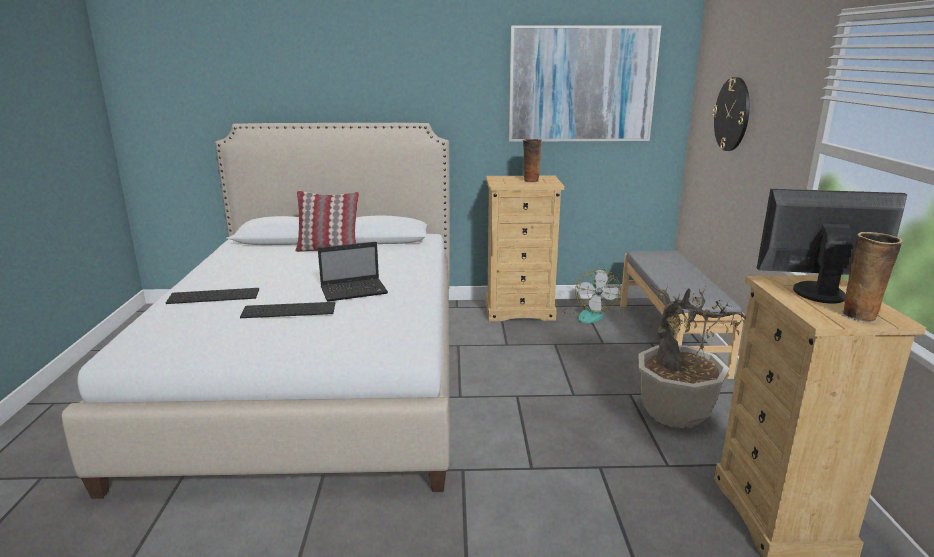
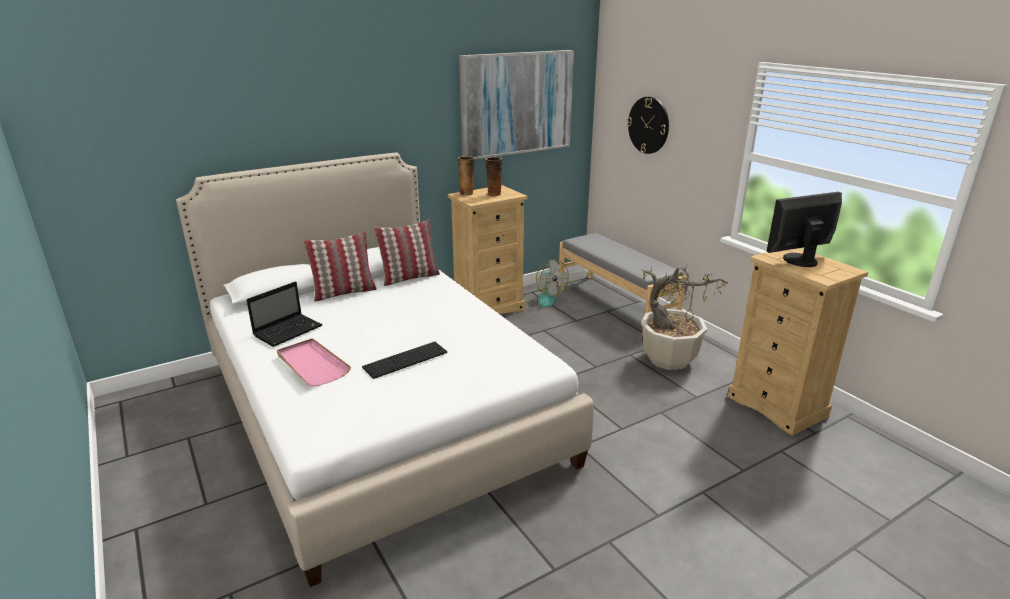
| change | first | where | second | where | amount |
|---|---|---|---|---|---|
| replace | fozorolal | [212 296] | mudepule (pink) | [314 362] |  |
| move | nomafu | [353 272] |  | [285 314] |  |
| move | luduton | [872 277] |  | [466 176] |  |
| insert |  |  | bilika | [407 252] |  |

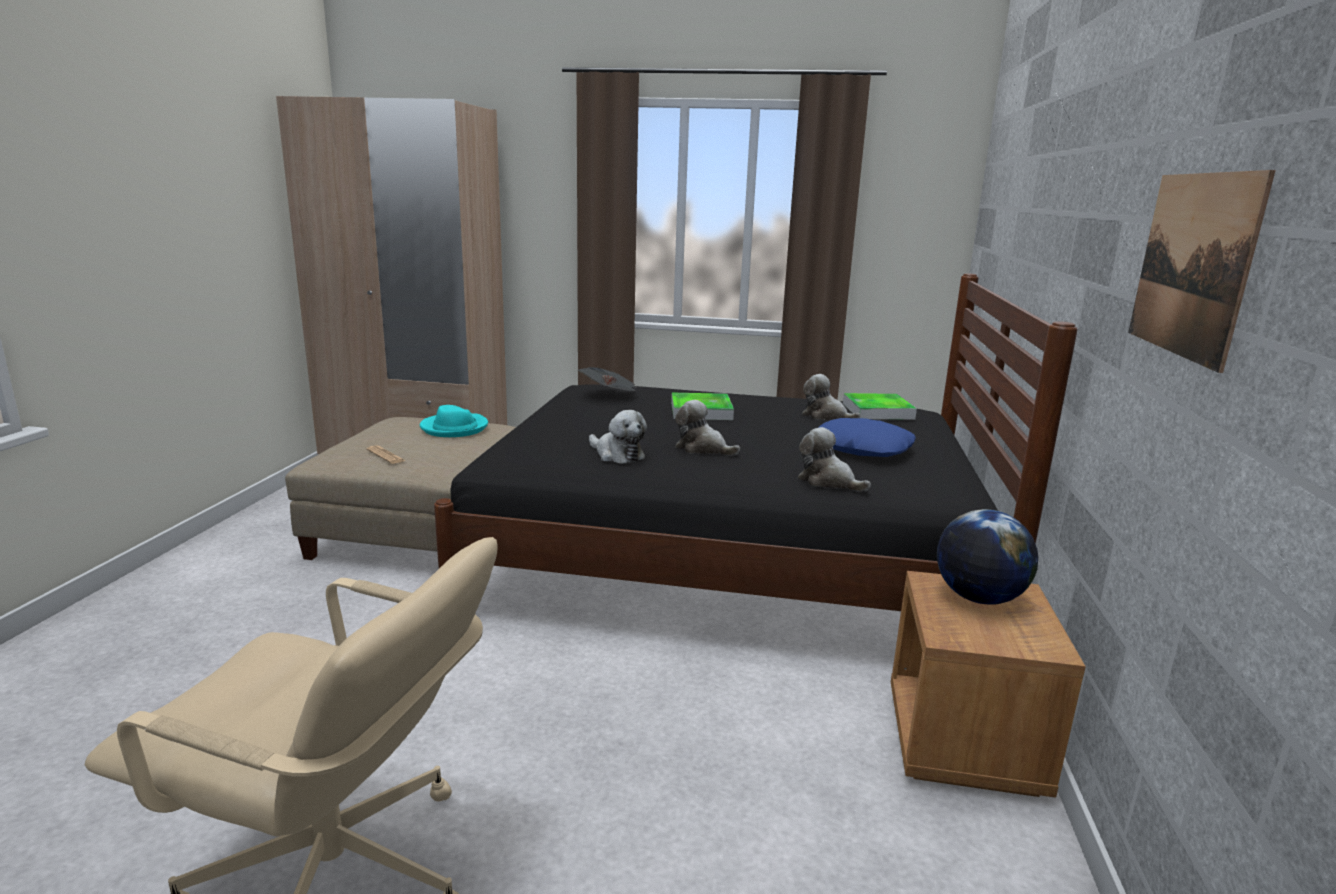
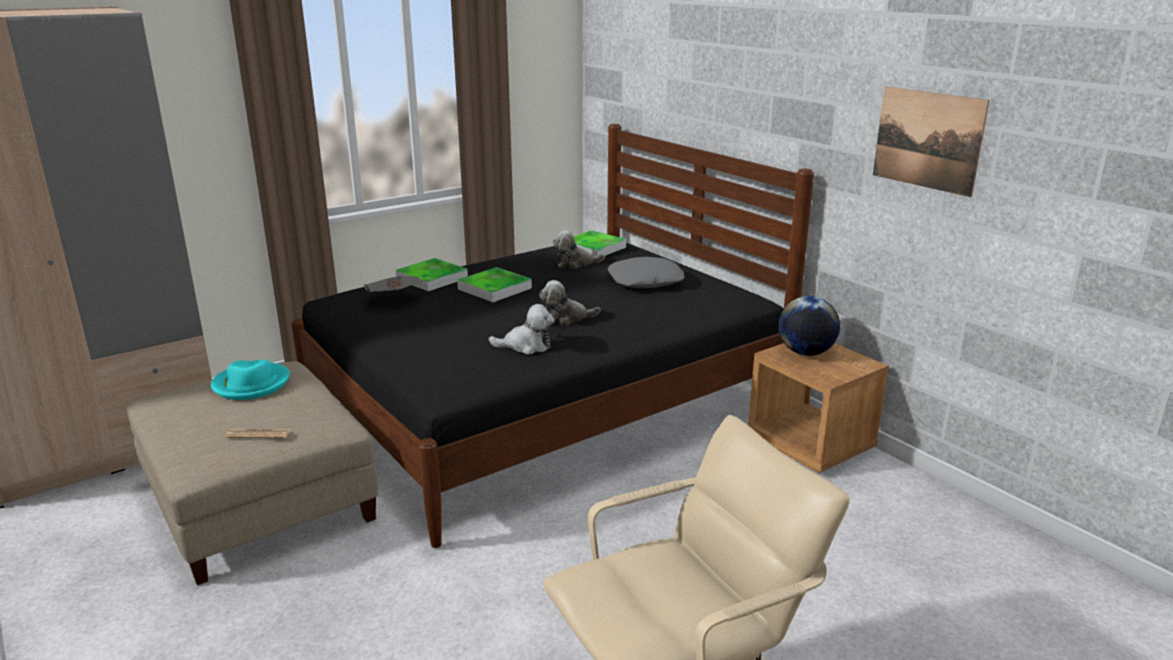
| change | first | where | second | where | amount |
|---|---|---|---|---|---|
| delete | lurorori | [834 459] |  |  |  |
| recolor | bilika (blue) | [867 437] | bilika (grey) | [646 272] |  |
| insert |  |  | mudepule | [431 274] |  |

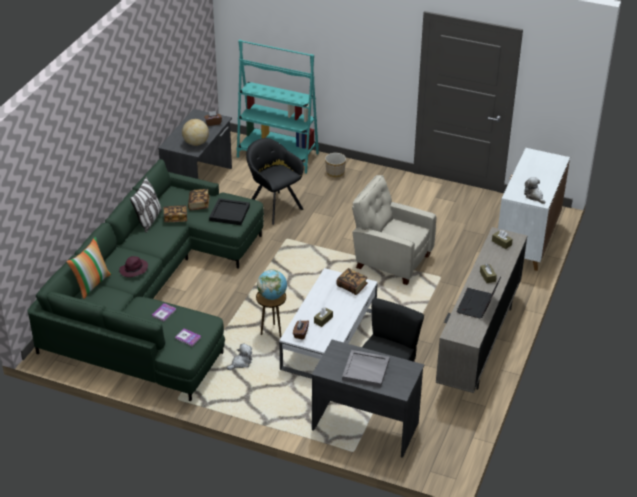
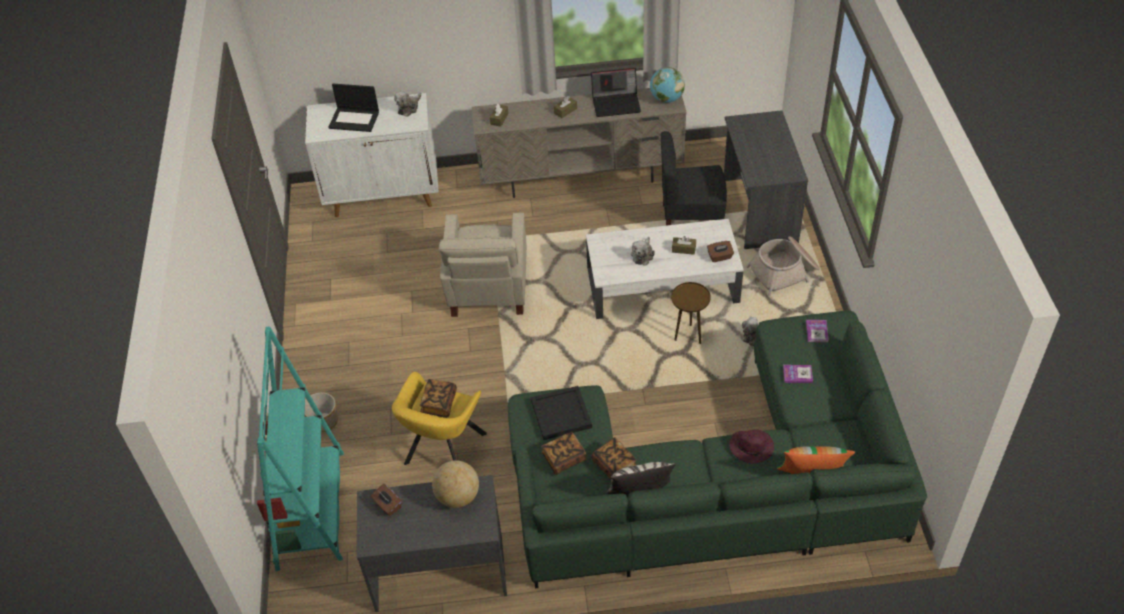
| change | first | where | second | where | amount |
|---|---|---|---|---|---|
| recolor | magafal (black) | [275 181] | magafal (yellow) | [439 418] |  |
| move | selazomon | [272 284] |  | [667 85] |  |
| move | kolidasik | [352 281] |  | [438 398] |  |
| delete | mudepule (grey) | [366 369] |  |  |  |
| insert |  |  | nomafu | [353 107] |  |
| insert |  |  | lurorori | [643 251] |  |
| insert |  |  | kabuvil | [783 266] |  |

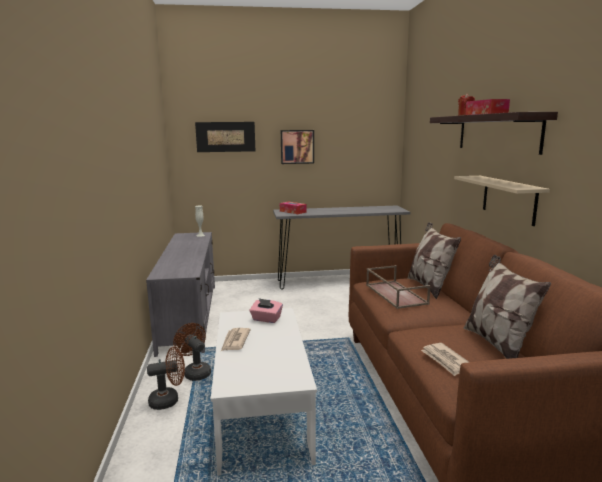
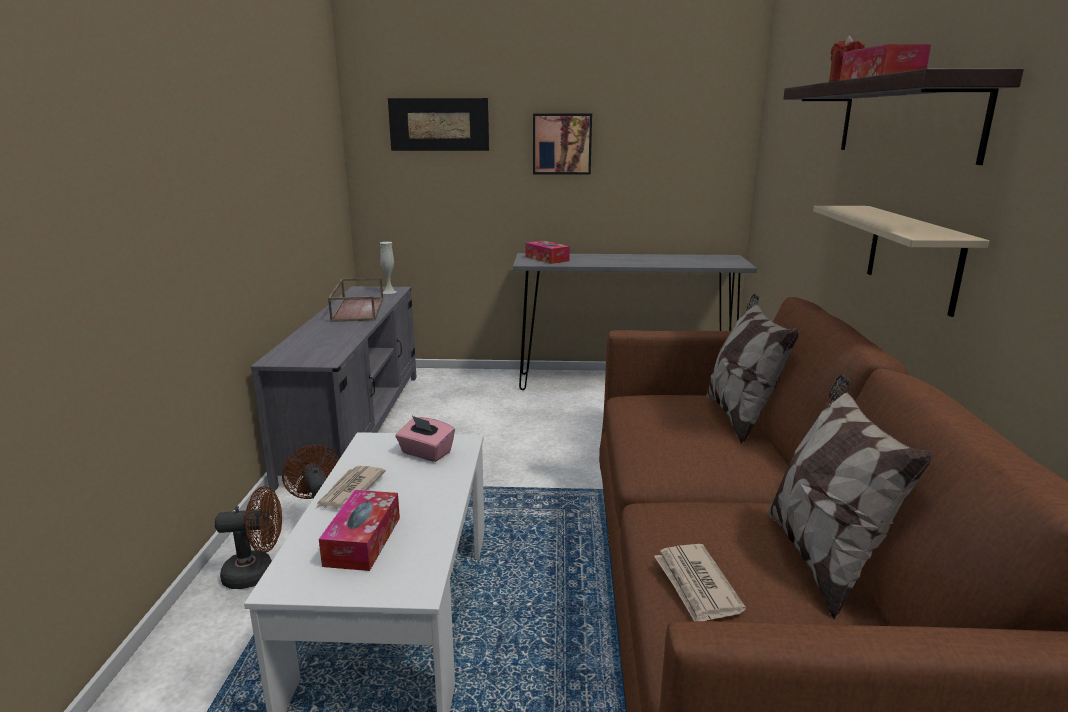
| change | first | where | second | where | amount |
|---|---|---|---|---|---|
| move | mudepule (brown) | [398 287] |  | [355 300] |  |
| insert |  |  | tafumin | [359 530] |  |

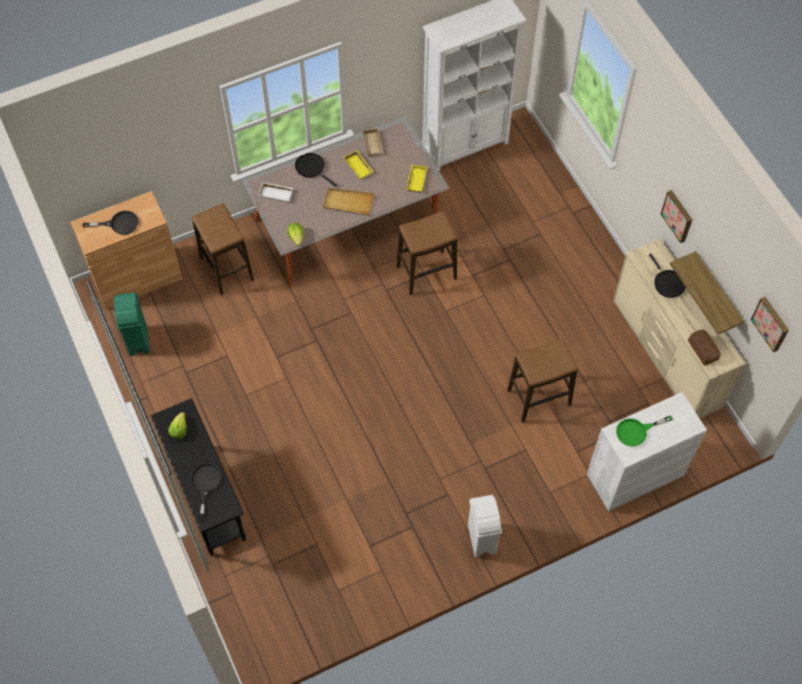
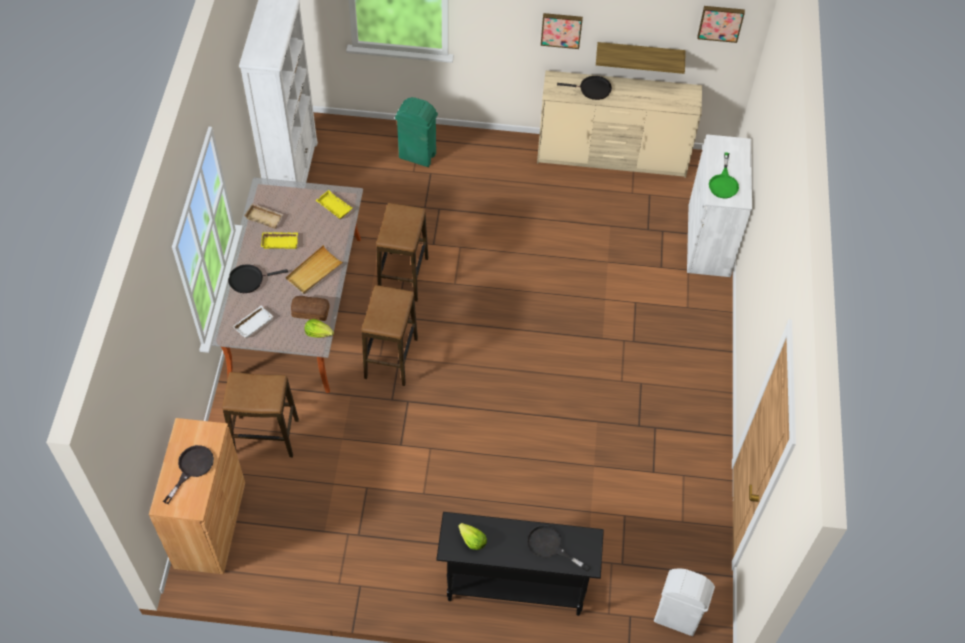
| change | first | where | second | where | amount |
|---|---|---|---|---|---|
| move | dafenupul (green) | [132 324] |  | [416 132] |  |
| move | dafenupul (white) | [485 526] |  | [684 602] |  |
| move | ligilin | [542 381] |  | [389 335] |  |
| move | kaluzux | [704 348] |  | [310 308] |  |

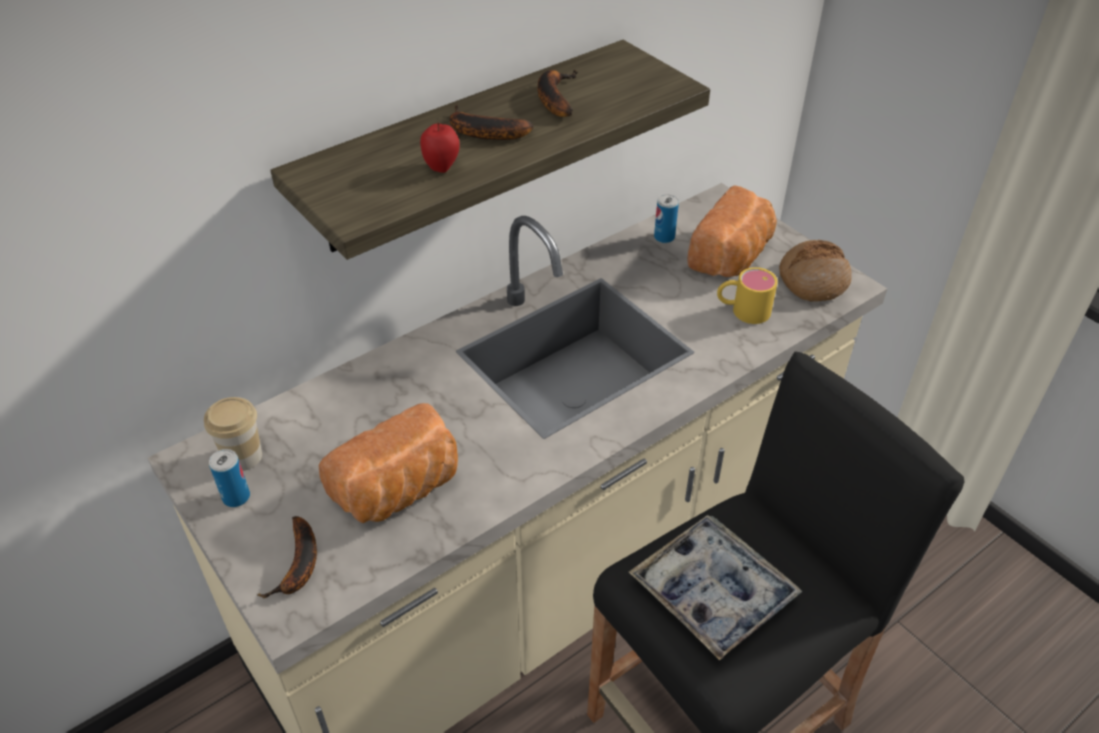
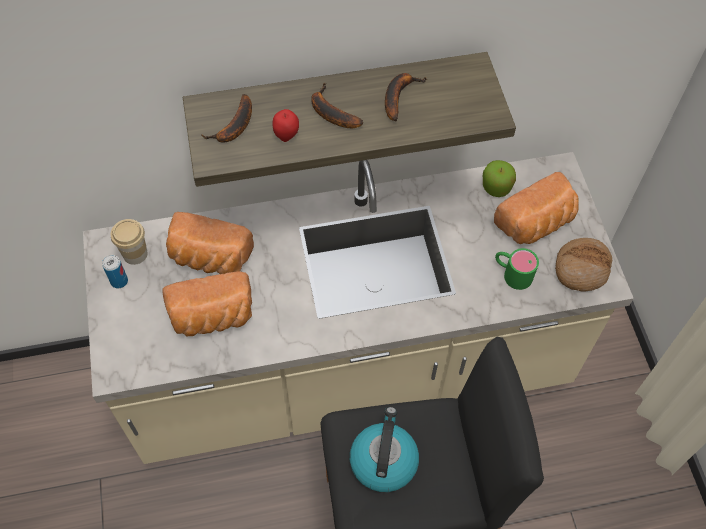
| change | first | where | second | where | amount |
|---|---|---|---|---|---|
| move | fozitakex | [287 557] |  | [226 118] |  |
| replace | mudepule | [715 588] | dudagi | [384 449] |  |
| replace | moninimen | [666 218] | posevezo | [499 178] |  |
| recolor | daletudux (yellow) | [747 295] | daletudux (green) | [517 269] |  |
| insert |  |  | kaluzux | [210 243] |  |

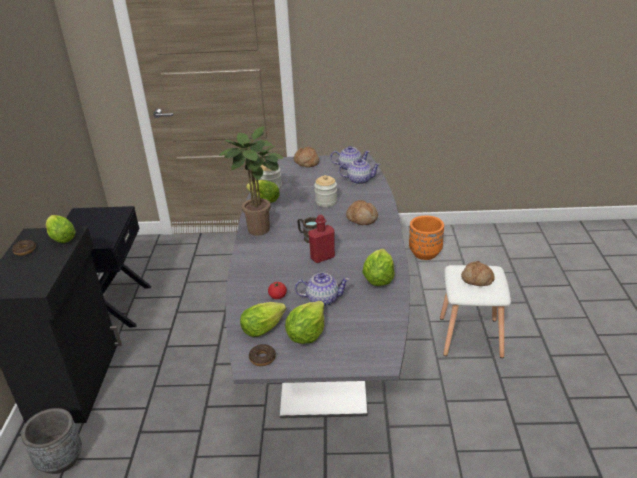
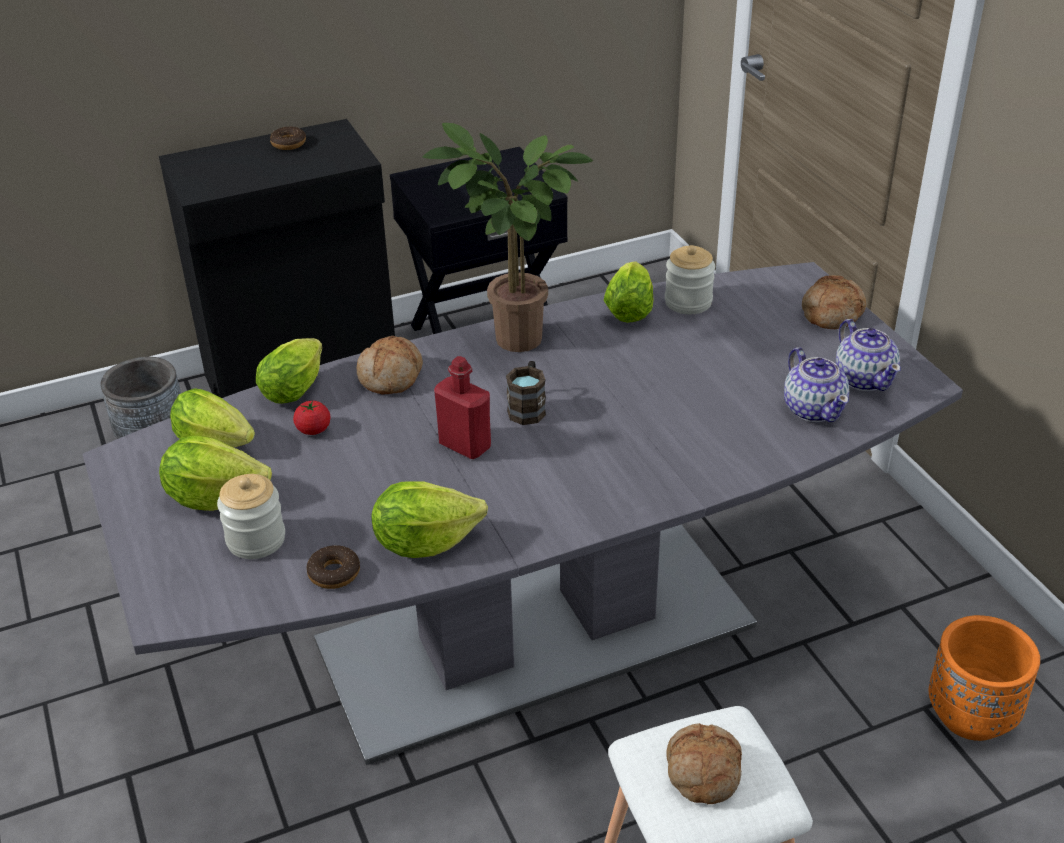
| change | first | where | second | where | amount |
|---|---|---|---|---|---|
| move | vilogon | [61 229] |  | [289 371] |  |
| move | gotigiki | [262 355] |  | [333 567] |  |
| delete | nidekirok | [322 289] |  |  |  |
| move | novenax | [325 191] |  | [251 516] |  |
| move | kaluzux | [362 212] |  | [390 365] |  |

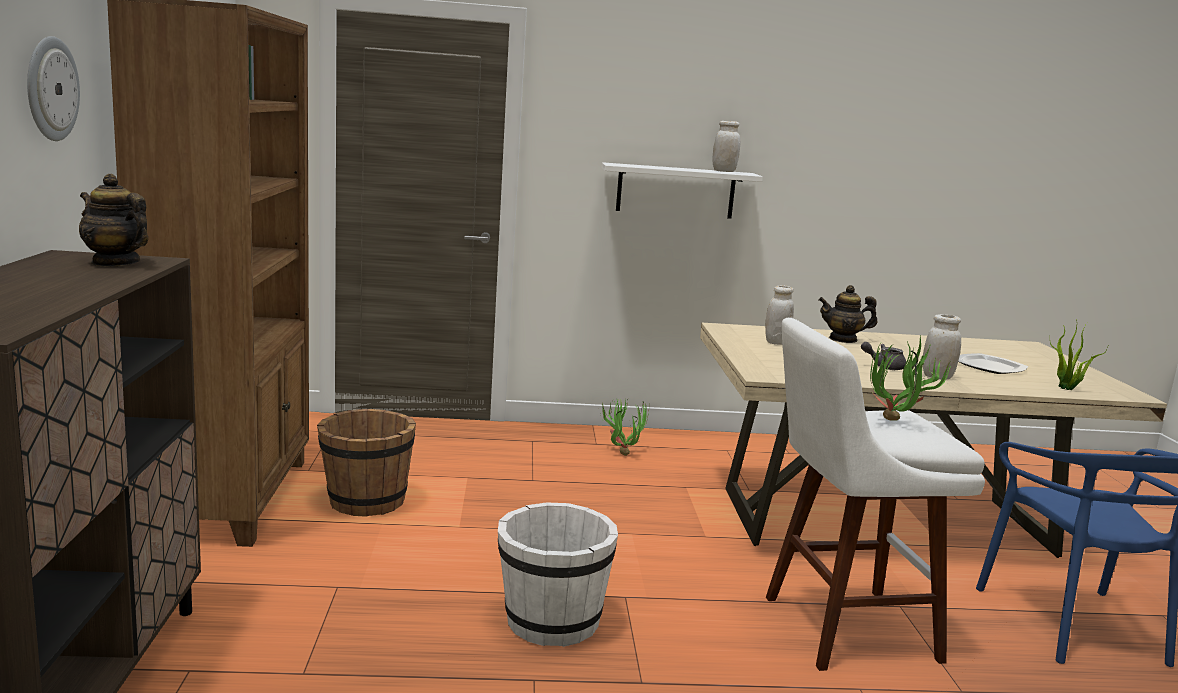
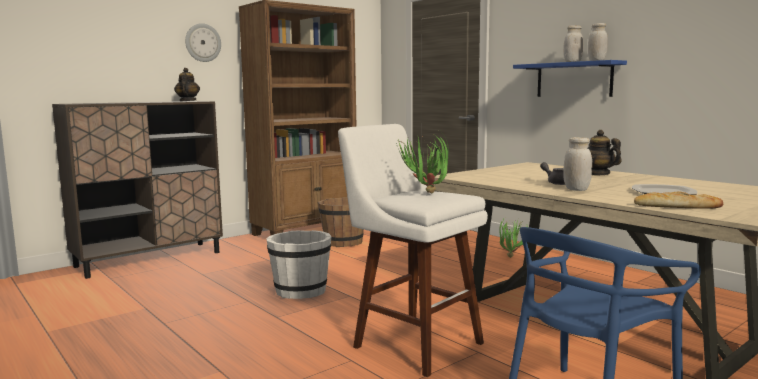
| change | first | where | second | where | amount |
|---|---|---|---|---|---|
| recolor | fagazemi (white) | [682 190] | fagazemi (blue) | [570 78] |  |
| move | novenax (white) | [779 315] |  | [573 43] |  |
| replace | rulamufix | [1079 354] | kaluzux | [678 200] |  |

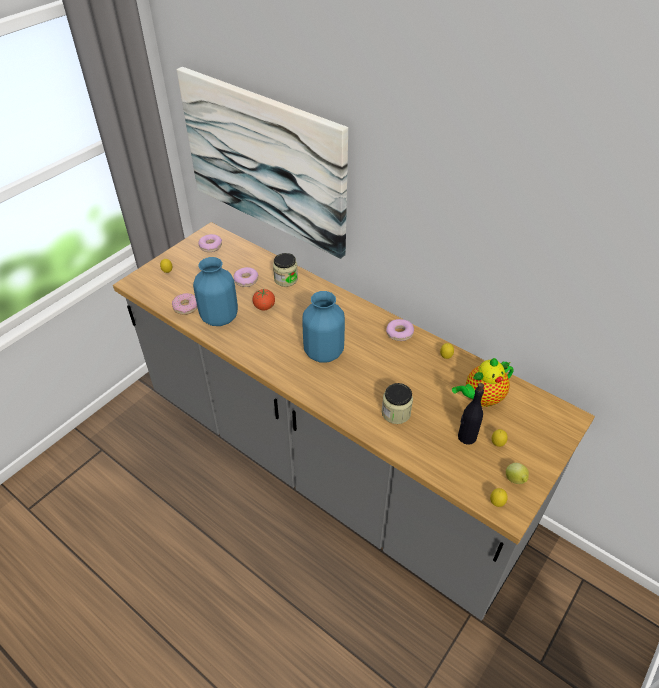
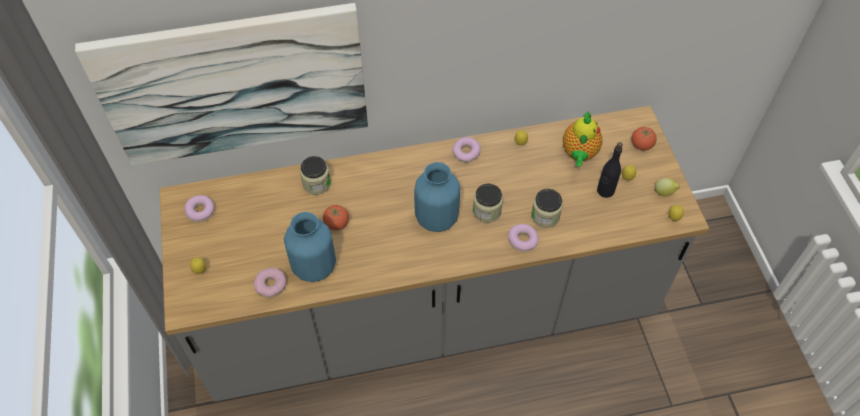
| change | first | where | second | where | amount |
|---|---|---|---|---|---|
| move | gotigiki | [245 277] |  | [523 238] |  |
| insert |  |  | novenax | [488 203] |  |
| insert |  |  | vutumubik | [644 138] |  |

